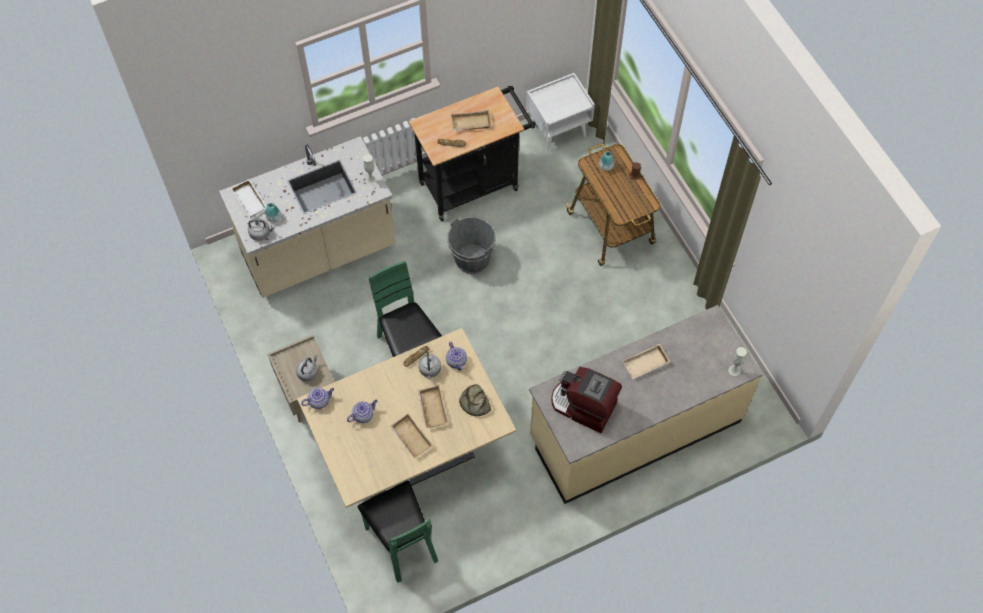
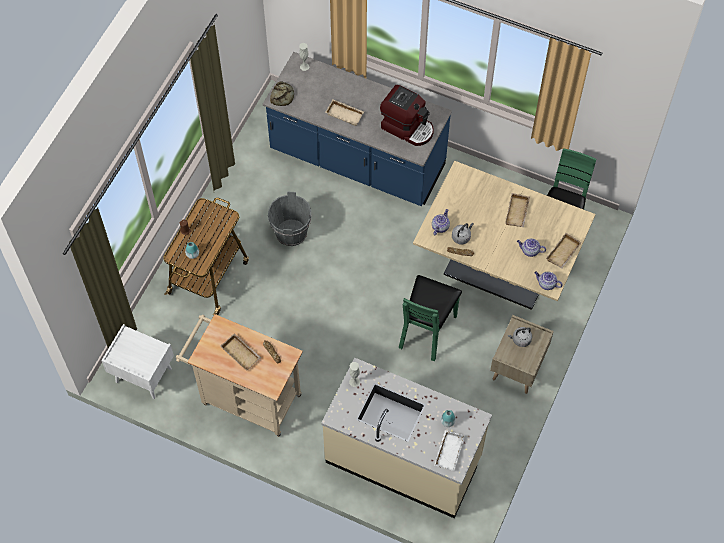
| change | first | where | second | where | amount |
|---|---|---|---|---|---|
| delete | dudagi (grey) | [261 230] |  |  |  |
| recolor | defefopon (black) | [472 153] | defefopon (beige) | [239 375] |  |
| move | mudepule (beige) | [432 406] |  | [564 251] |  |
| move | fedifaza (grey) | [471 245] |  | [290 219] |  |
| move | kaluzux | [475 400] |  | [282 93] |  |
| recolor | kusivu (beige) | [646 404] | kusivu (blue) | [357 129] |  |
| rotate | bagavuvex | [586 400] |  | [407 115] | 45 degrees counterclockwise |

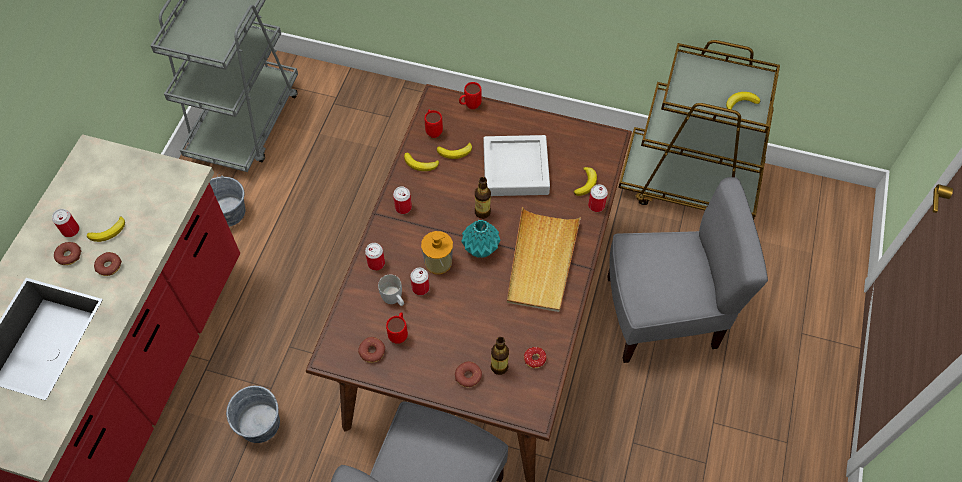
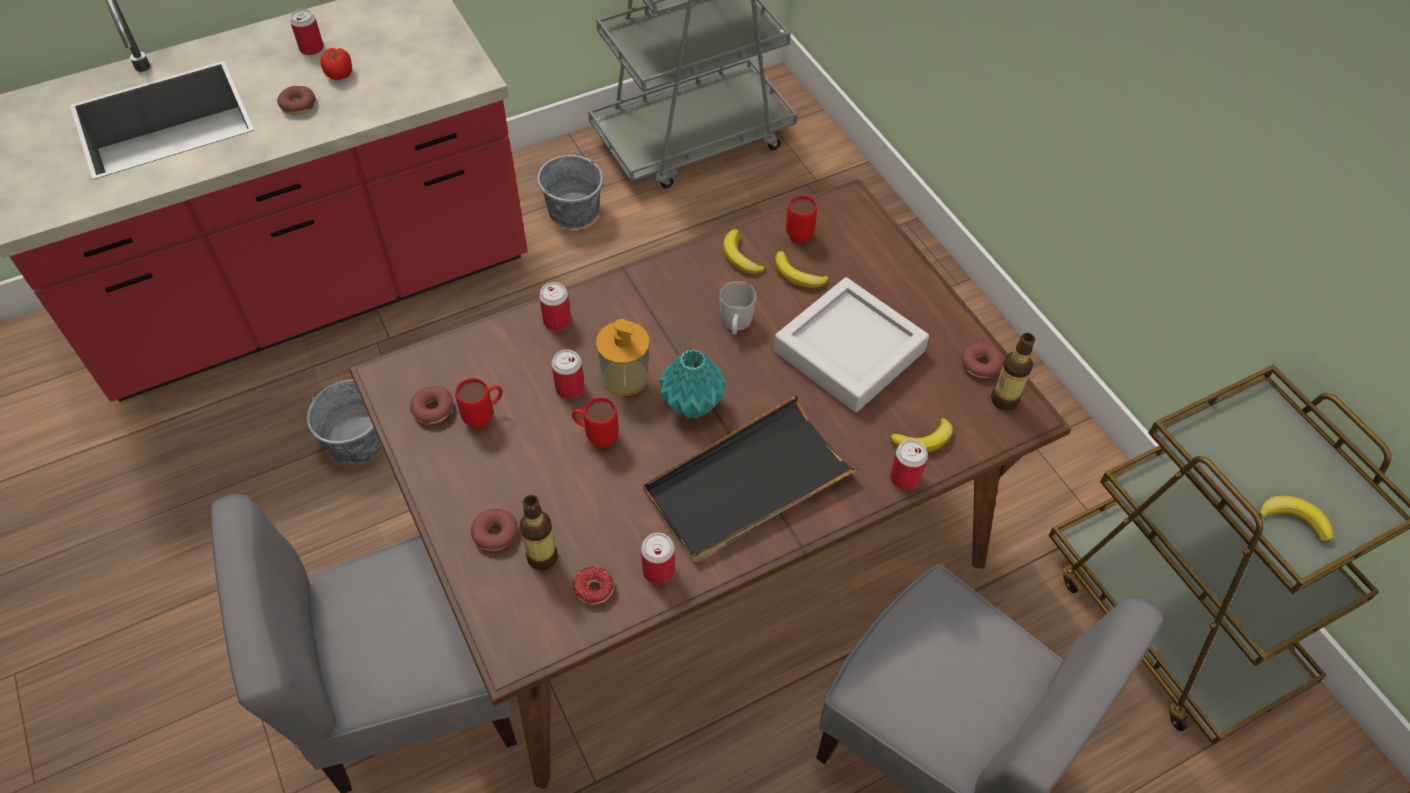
| change | first | where | second | where | amount |
|---|---|---|---|---|---|
| move | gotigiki | [68 253] |  | [982 360] |  |
| replace | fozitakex | [106 229] | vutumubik | [336 64] |  |
| move | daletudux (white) | [391 290] |  | [737 308] |  |
| move | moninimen | [402 200] |  | [658 558] |  |
| move | daletudux (red) | [470 95] |  | [595 422] |  |
| move | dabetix | [483 198] |  | [1013 372] |  |
| recolor | mudepule (beige) | [544 259] | mudepule (black) | [750 478] |  |

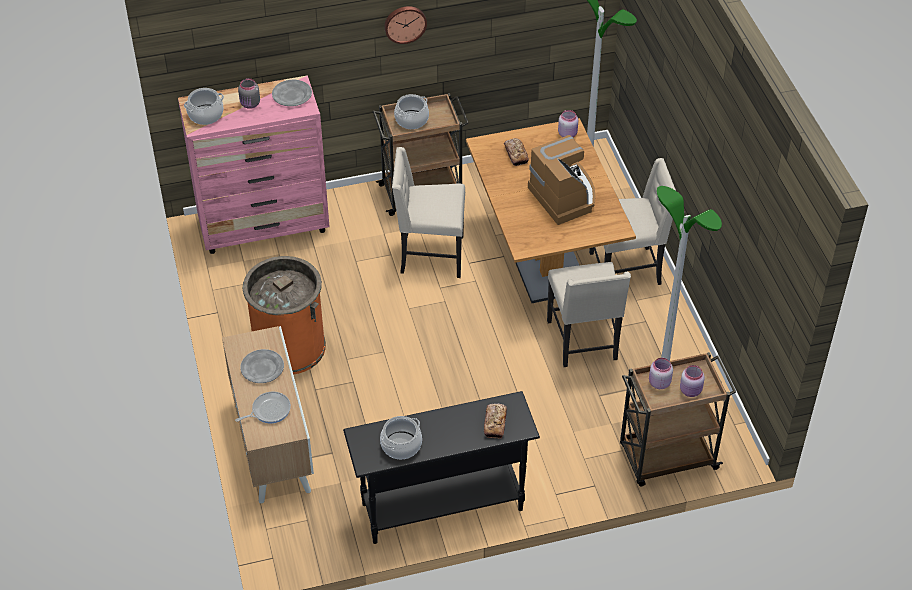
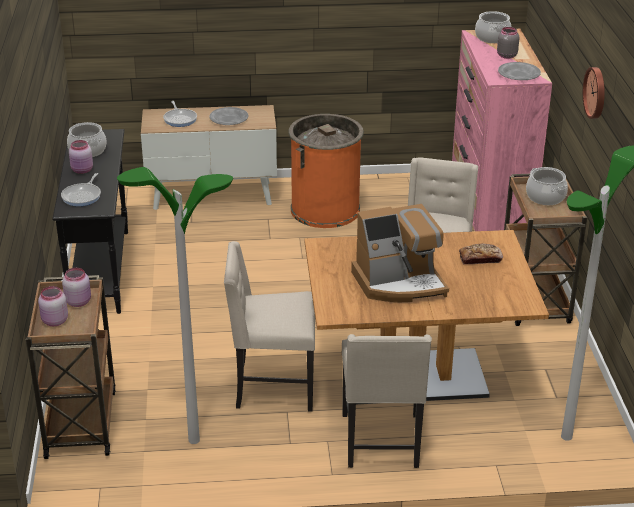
| change | first | where | second | where | amount |
|---|---|---|---|---|---|
| replace | kaluzux | [495 421] | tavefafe | [81 189] |  |
| move | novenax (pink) | [568 123] |  | [81 157] |  |

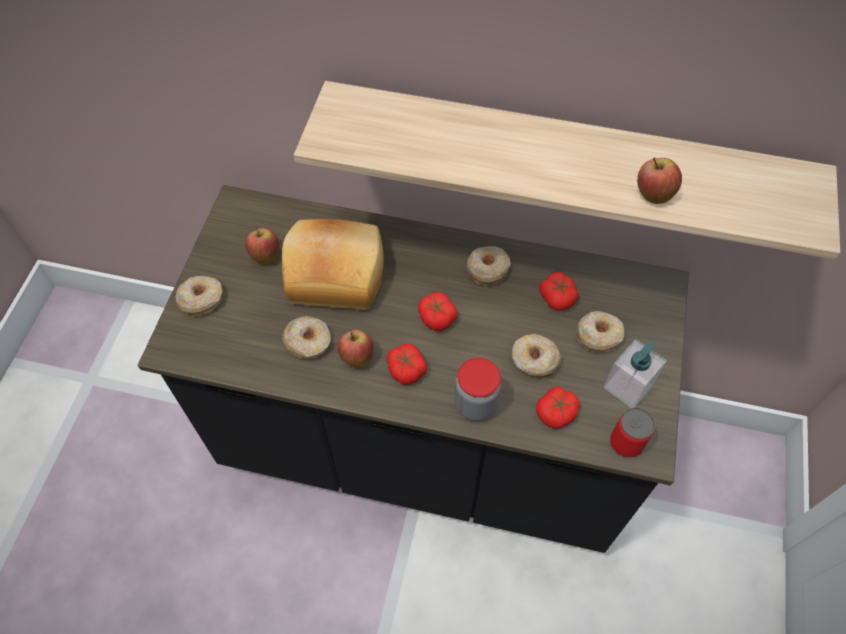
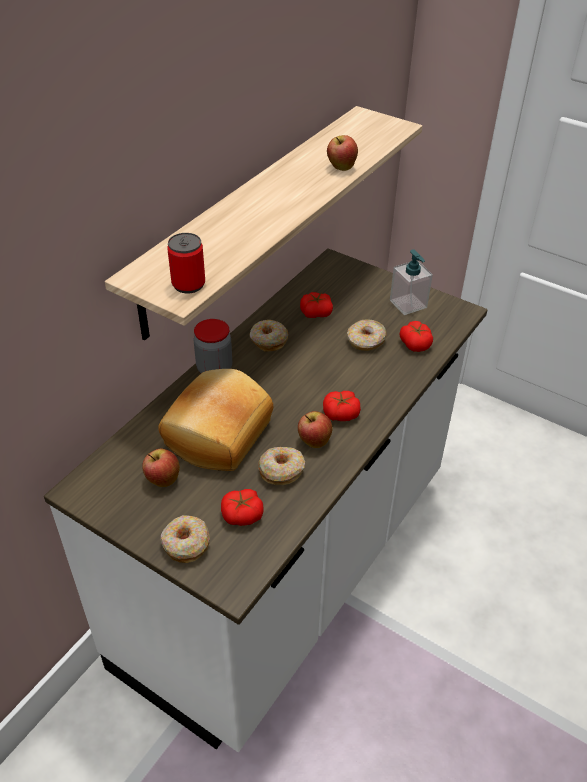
| change | first | where | second | where | amount |
|---|---|---|---|---|---|
| recolor | kusivu (black) | [413 369] | kusivu (white) | [266 500] |  |
| move | vutumubik | [437 311] |  | [242 507] |  |
| move | novenax | [477 389] |  | [213 346] |  |
| delete | gotigiki | [600 332] |  |  |  |
| move | moninimen | [632 433] |  | [186 263] |  |

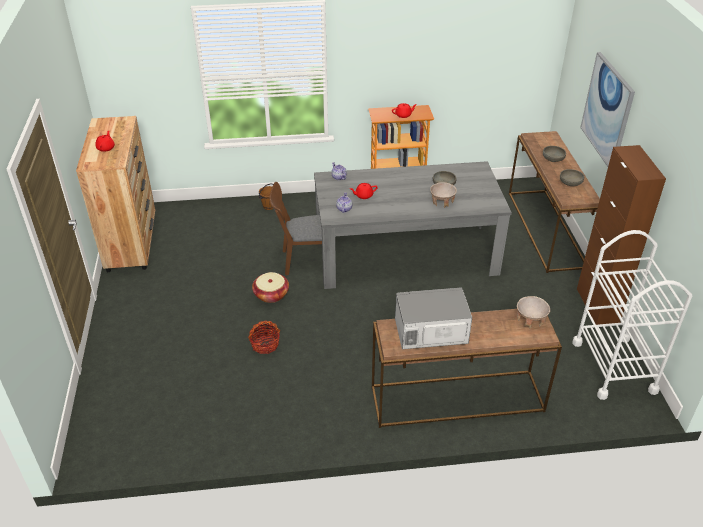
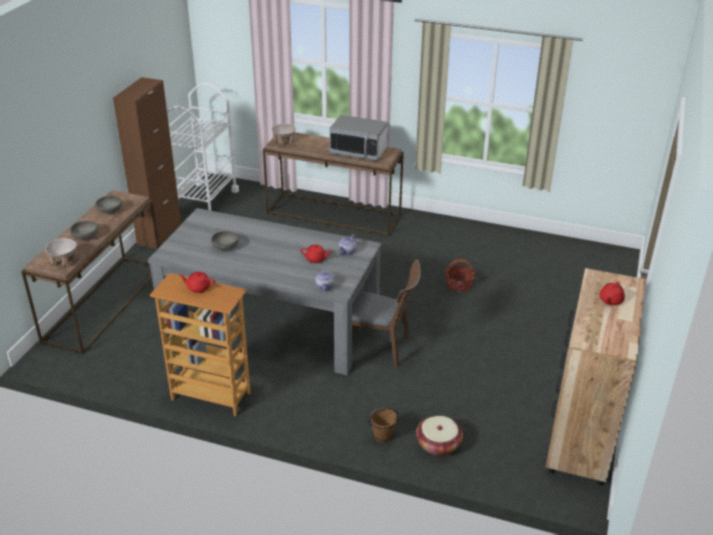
| change | first | where | second | where | amount |
|---|---|---|---|---|---|
| move | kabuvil | [270 287] |  | [439 436] |  |
| move | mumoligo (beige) | [443 195] |  | [61 252] |  |
| delete | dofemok | [607 109] |  |  |  |

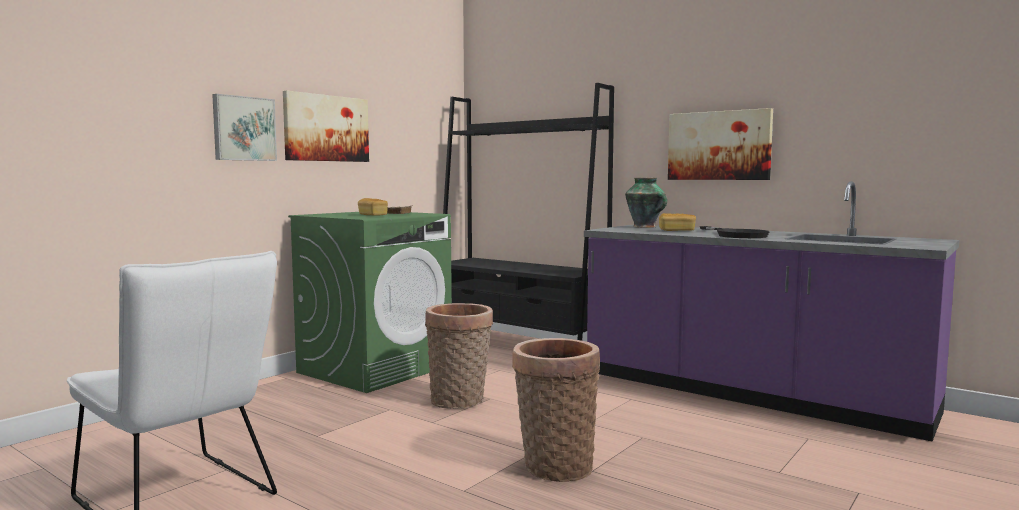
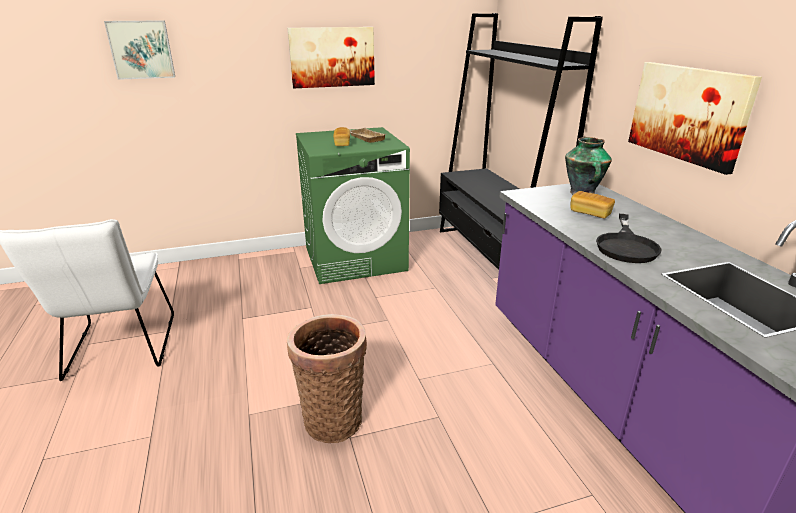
| change | first | where | second | where | amount |
|---|---|---|---|---|---|
| move | dofemok | [244 127] |  | [139 50] |  |
| delete | kabuvil | [459 356] |  |  |  |

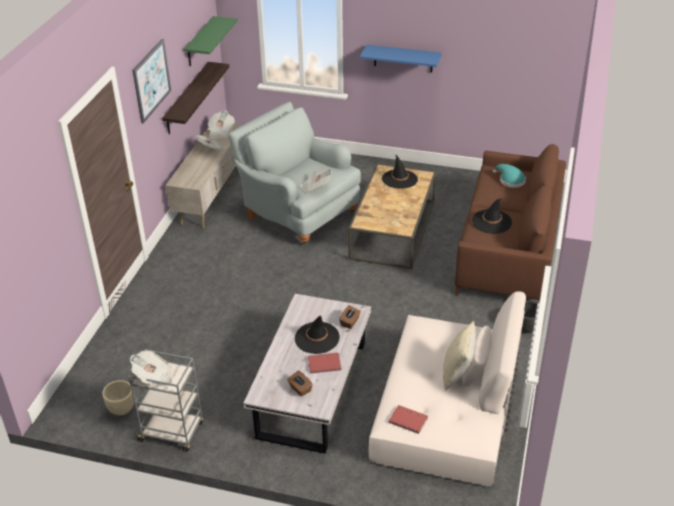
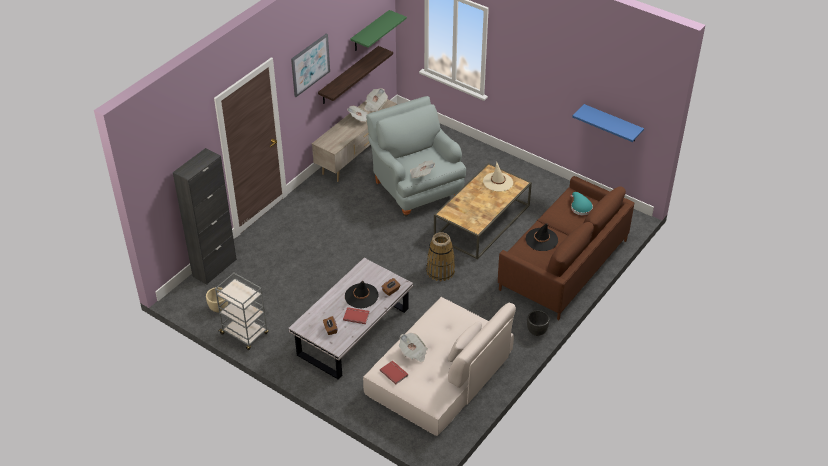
| change | first | where | second | where | amount |
|---|---|---|---|---|---|
| move | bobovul | [151 368] |  | [413 347] |  |
| move | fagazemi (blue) | [401 58] |  | [608 123] |  |
| recolor | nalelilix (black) | [400 172] | nalelilix (beige) | [498 176] |  |
| delete | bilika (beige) | [459 356] |  |  |  |
| insert |  |  | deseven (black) | [205 216] |  |
| insert |  |  | kabuvil | [440 256] |  |

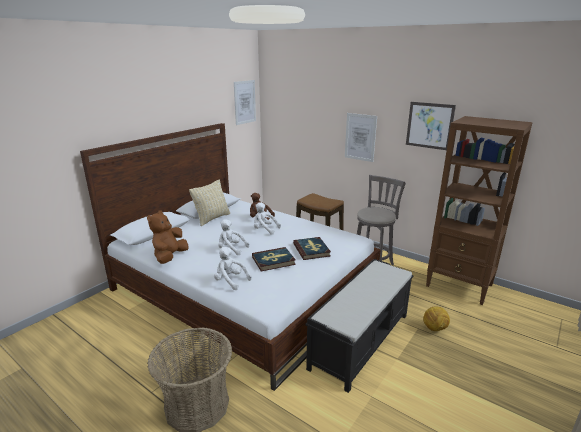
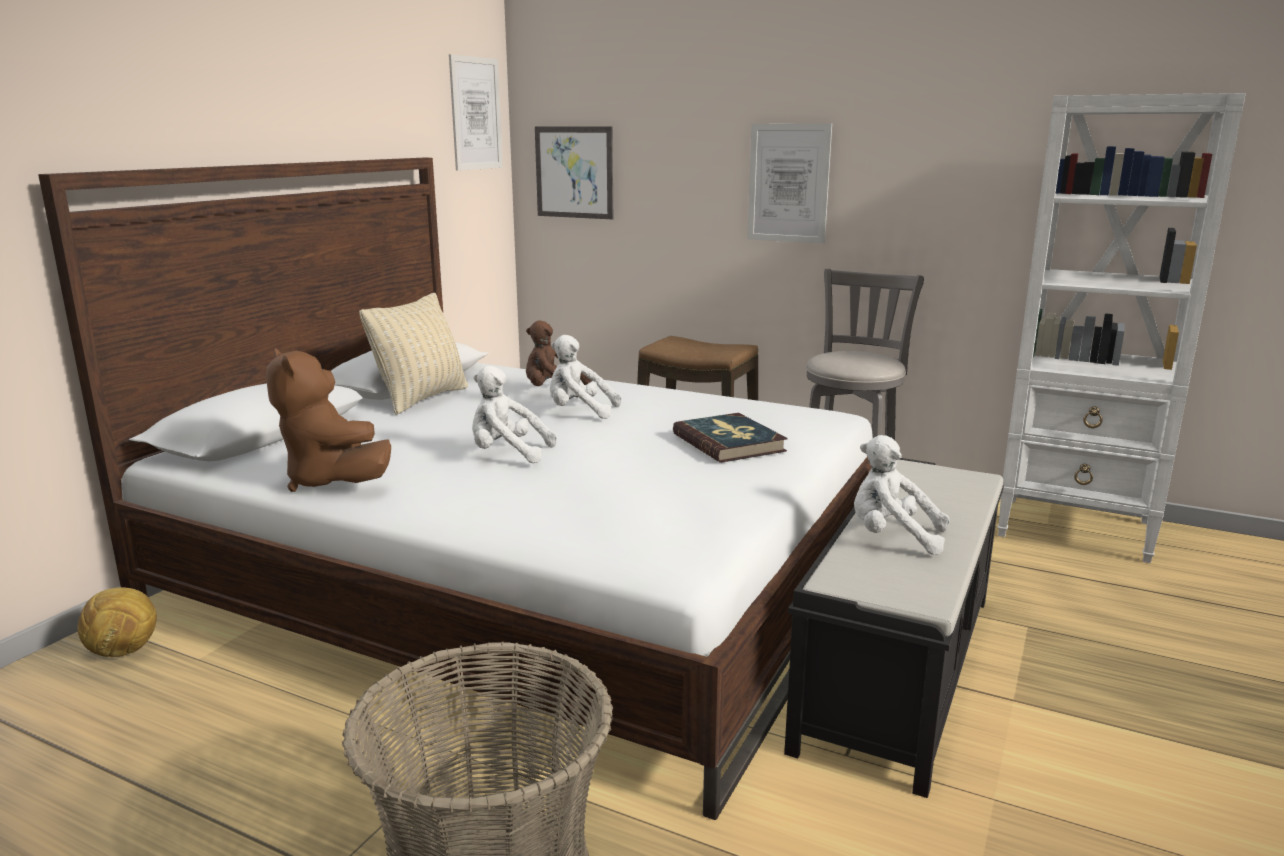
| change | first | where | second | where | amount |
|---|---|---|---|---|---|
| rotate | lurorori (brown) | [167 237] |  | [328 420] | 45 degrees counterclockwise |
| move | lurorori (white) | [233 268] |  | [901 495] |  |
| delete | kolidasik | [274 259] |  |  |  |
| move | dofemok | [431 126] |  | [574 173] |  |
| move | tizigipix | [436 319] |  | [117 622] |  |
| recolor | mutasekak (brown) | [479 210] | mutasekak (white) | [1121 328] |  |

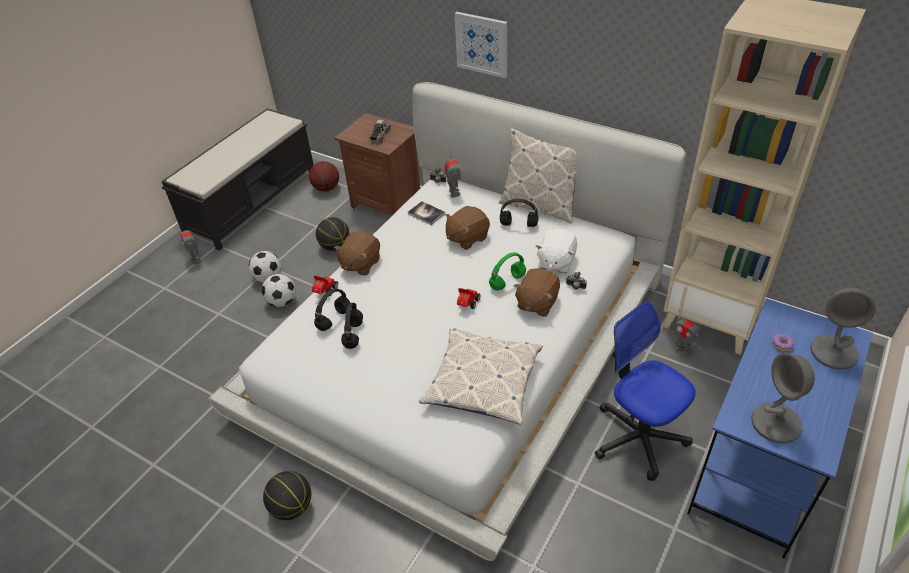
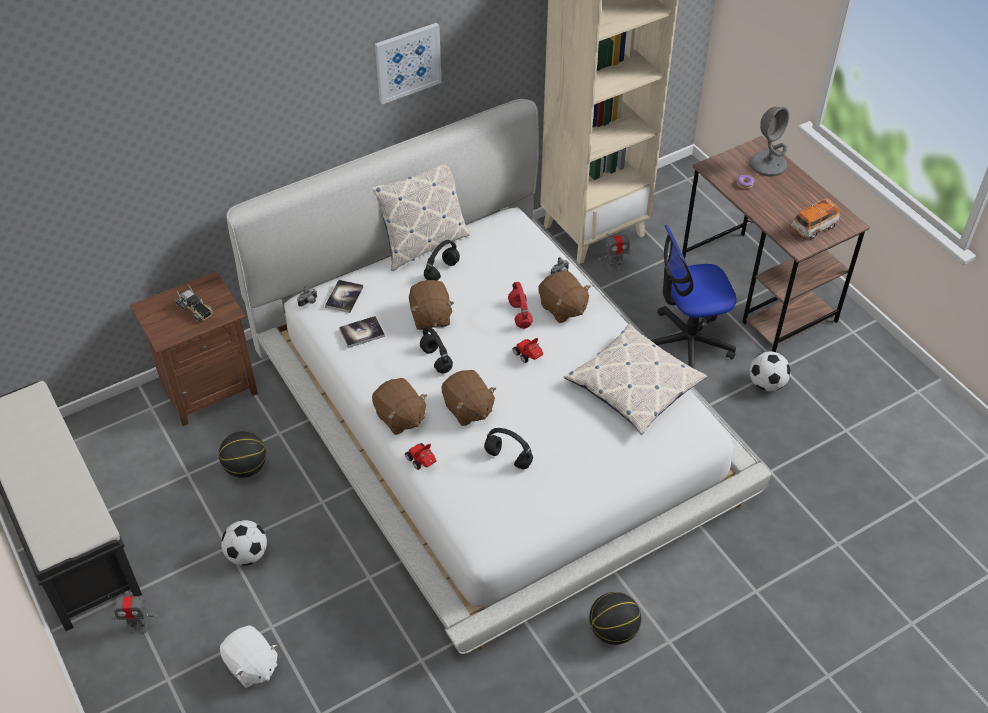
| change | first | where | second | where | amount |
|---|---|---|---|---|---|
| move | tizigipix | [279 290] |  | [770 371] |  |
| delete | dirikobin | [324 176] |  |  |  |
| move | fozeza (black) | [332 309] |  | [436 350] |  |
| replace | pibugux | [453 174] | kolidasik | [344 296] |  |
| move | dofemok | [480 45] |  | [408 63] |  |
| recolor | fozeza (green) | [507 271] | fozeza (red) | [520 305] |  |
| move | lurorori (white) | [556 250] |  | [249 656] |  |
| recolor | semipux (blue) | [780 428] | semipux (brown) | [776 244] |  |
| replace | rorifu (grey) | [783 398] | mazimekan | [815 218] |  |
| insert |  |  | lurorori (brown) | [469 398] |  |

